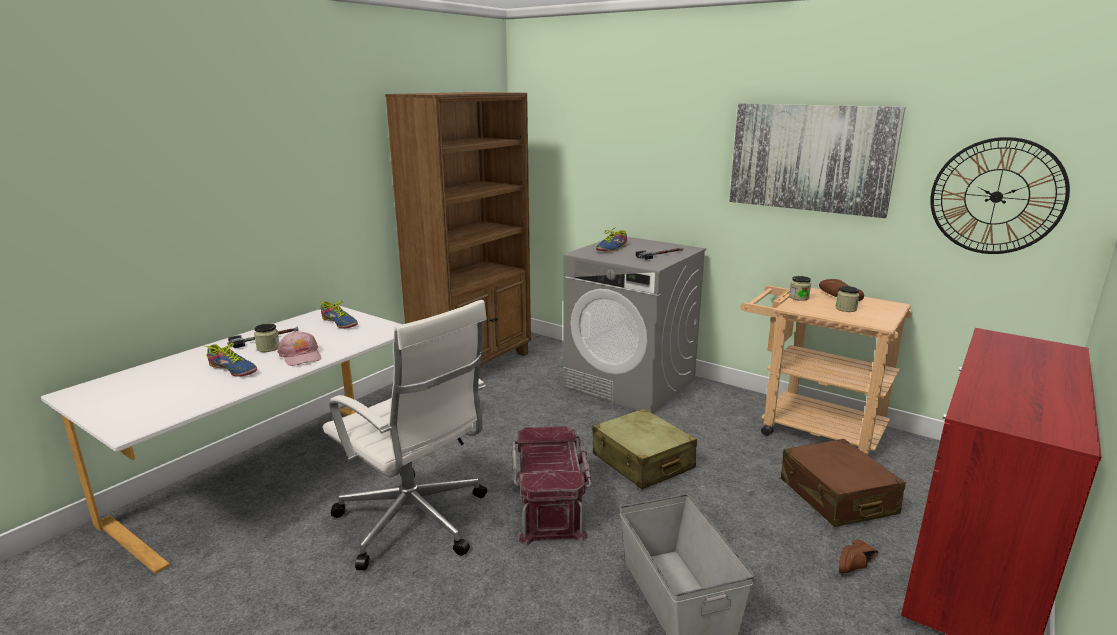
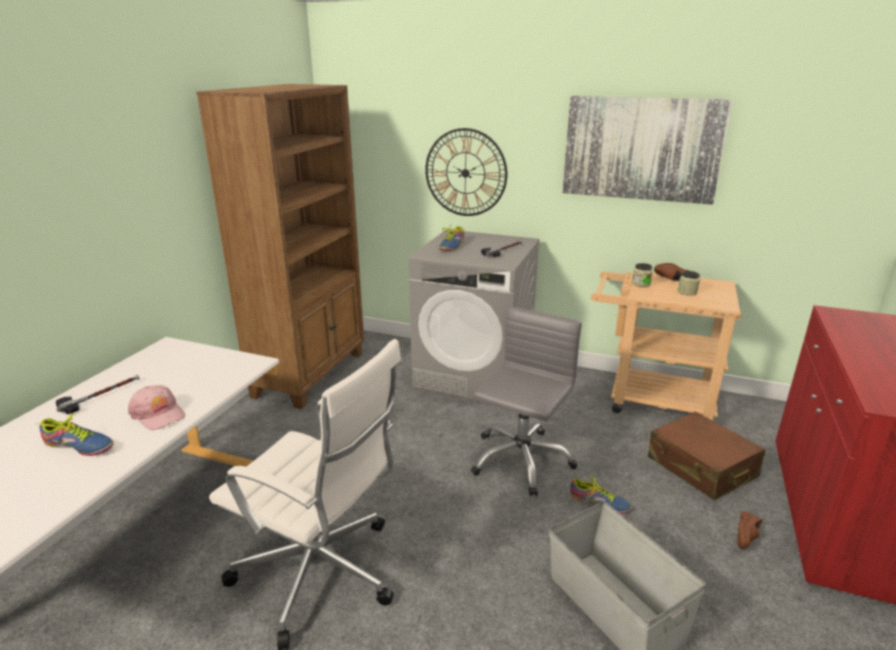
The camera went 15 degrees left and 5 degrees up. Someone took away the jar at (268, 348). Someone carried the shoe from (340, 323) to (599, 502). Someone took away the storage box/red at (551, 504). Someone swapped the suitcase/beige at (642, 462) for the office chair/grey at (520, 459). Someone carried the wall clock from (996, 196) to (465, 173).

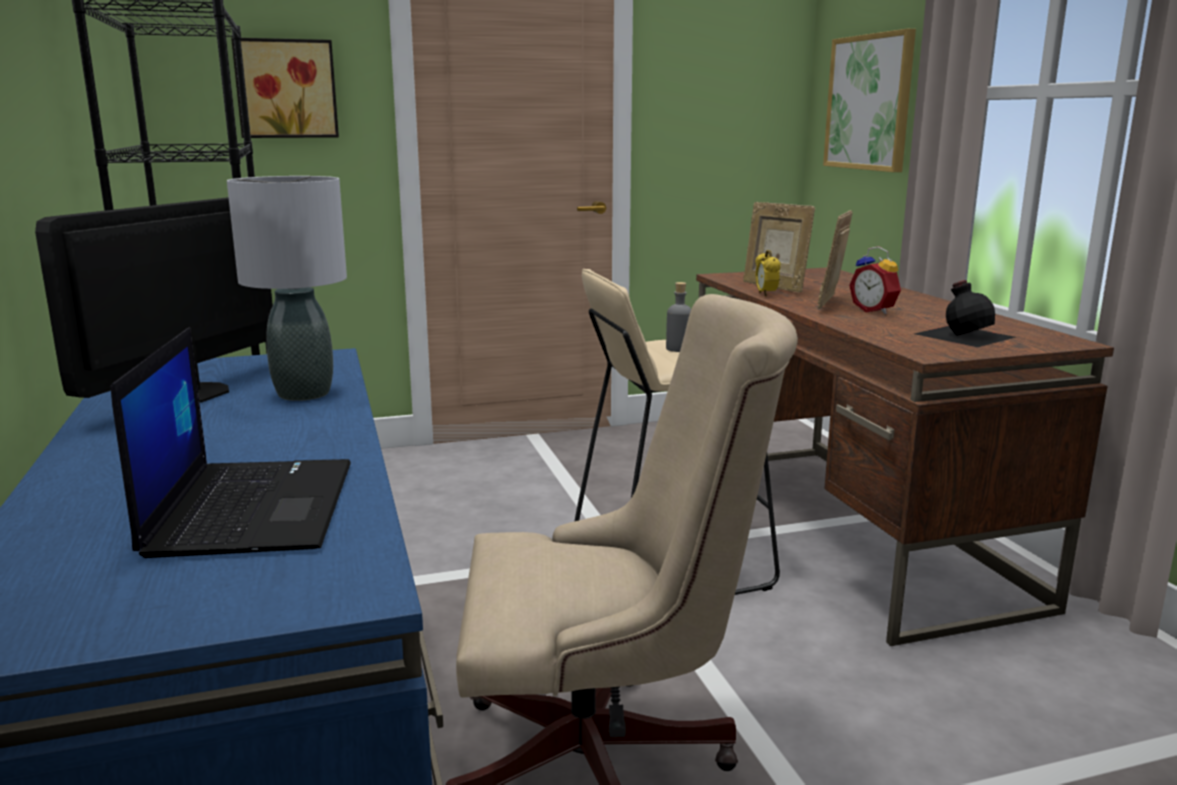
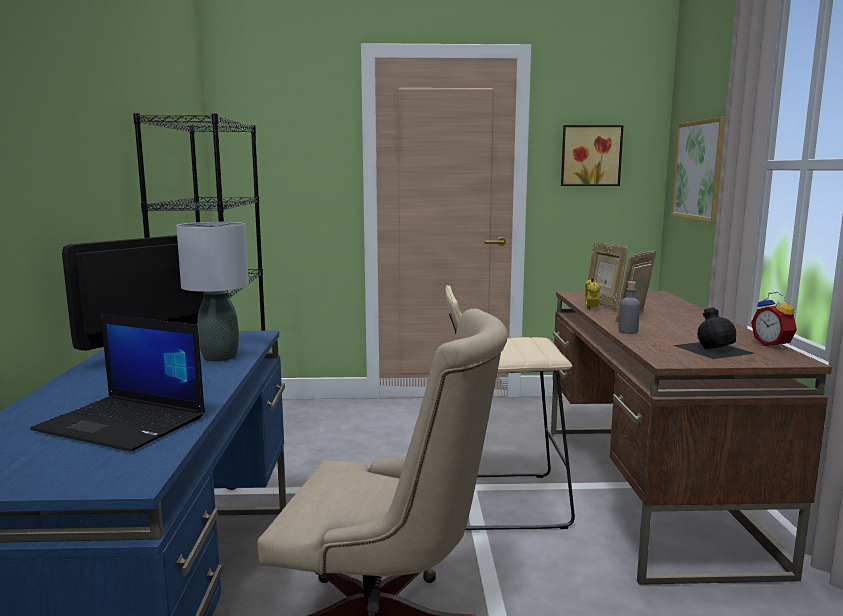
The camera went 15 degrees right and 5 degrees down. Someone rotated the laptop at (251, 506) by 105 degrees clockwise. Someone carried the picture from (286, 89) to (590, 155). Someone carried the bottle/grey from (678, 349) to (628, 331). Someone carried the alarm clock from (875, 311) to (773, 345).

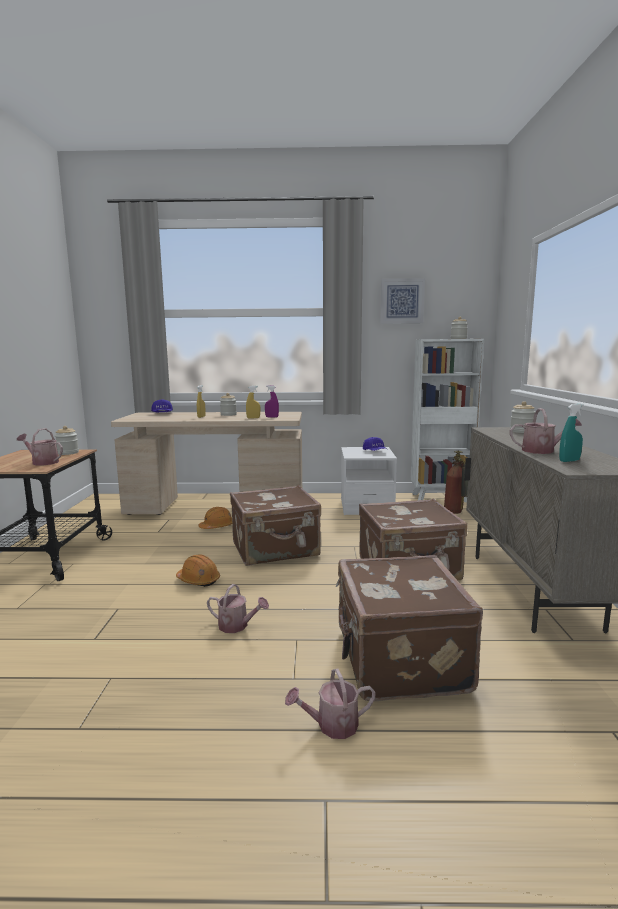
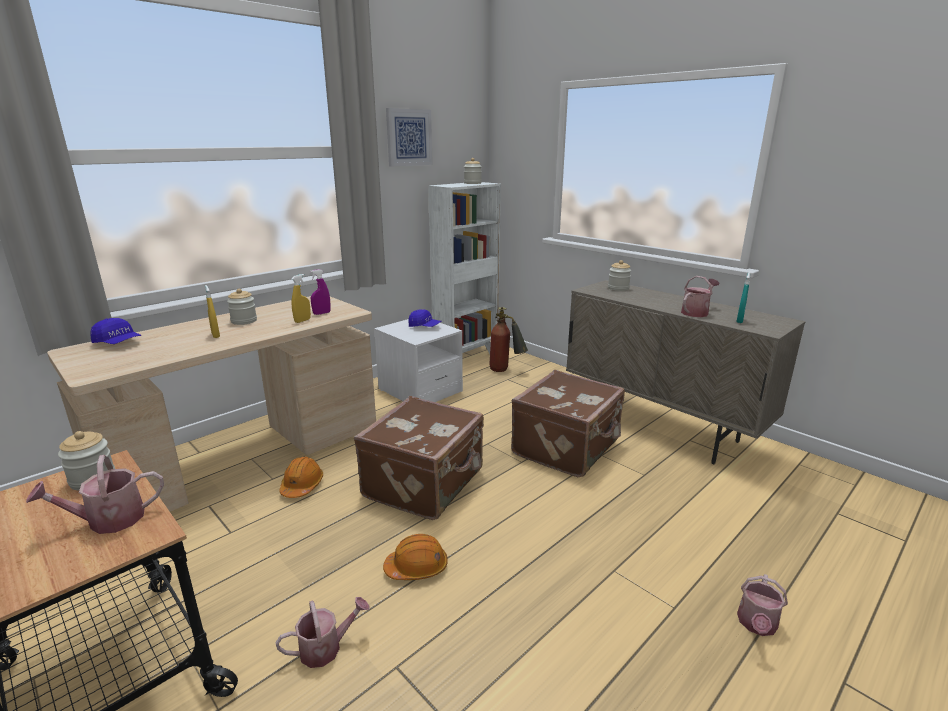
The camera went 45 degrees left and 10 degrees up. Someone carried the watering can from (237, 626) to (326, 647). Someone took away the suitcase/brown at (398, 660).

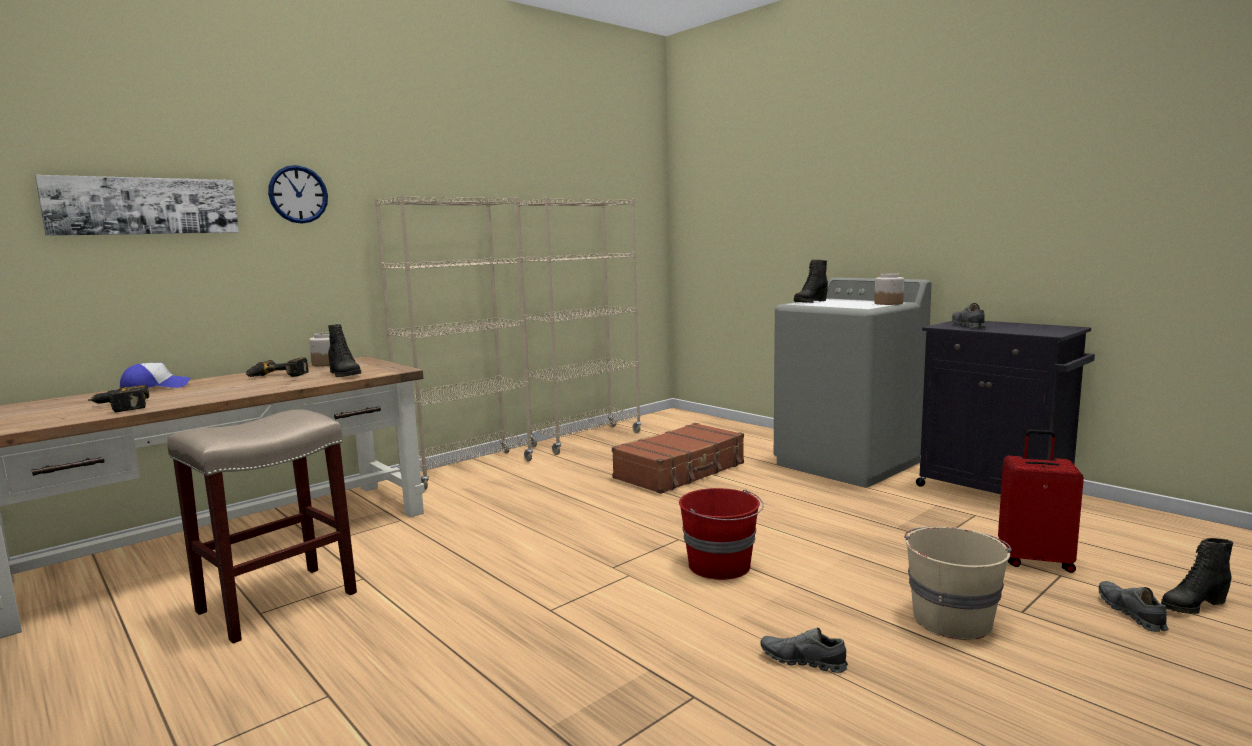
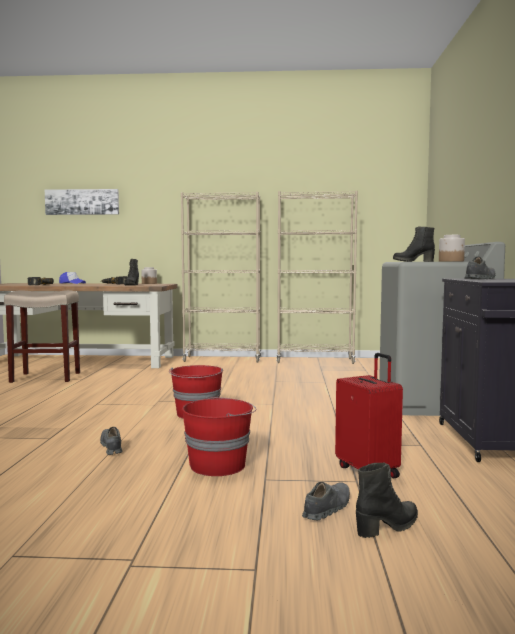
The camera went 45 degrees right and 5 degrees down. Someone took away the wall clock at (298, 194). Someone took away the suitcase/brown at (681, 471). Someone repainted the bucket/beige at (951, 619), which became the bucket/red at (219, 465). Someone rotated the boot/black at (1192, 606) by 120 degrees clockwise.

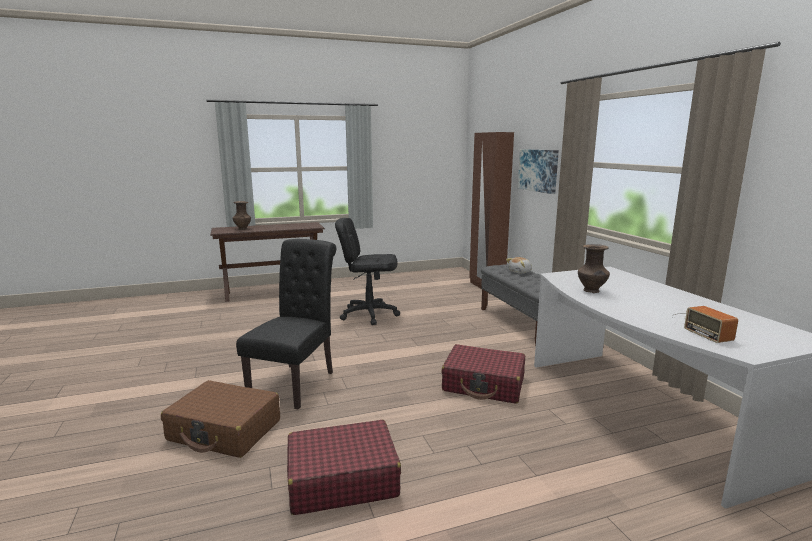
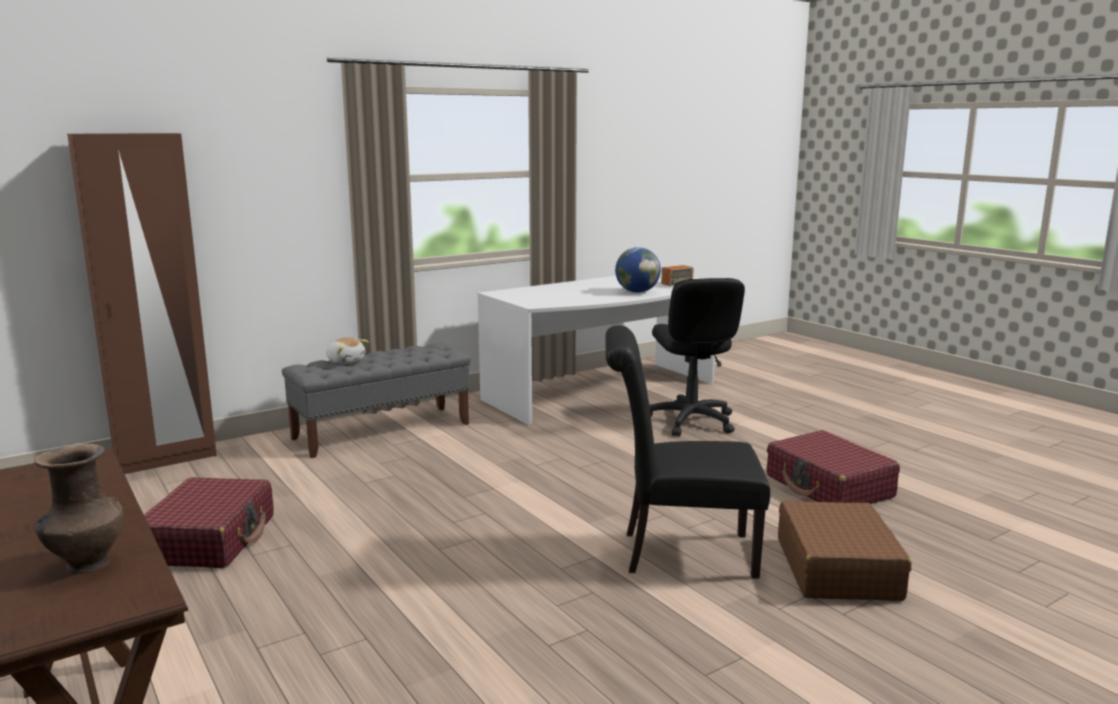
The camera went 105 degrees left and 0 degrees up. Someone carried the office chair/black from (369, 314) to (690, 421). Someone carried the suitcase/red from (484, 384) to (209, 539). Someone took away the picture at (538, 170). Someone took away the vase/brown at (591, 291). Someone put down the globe at (637, 292).

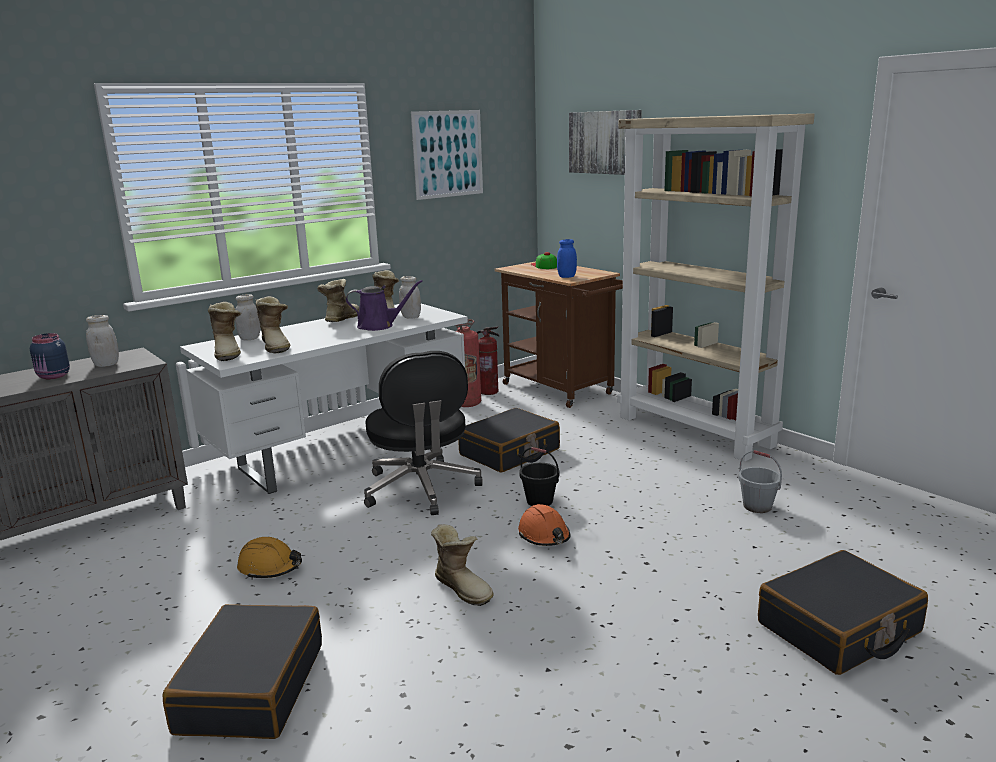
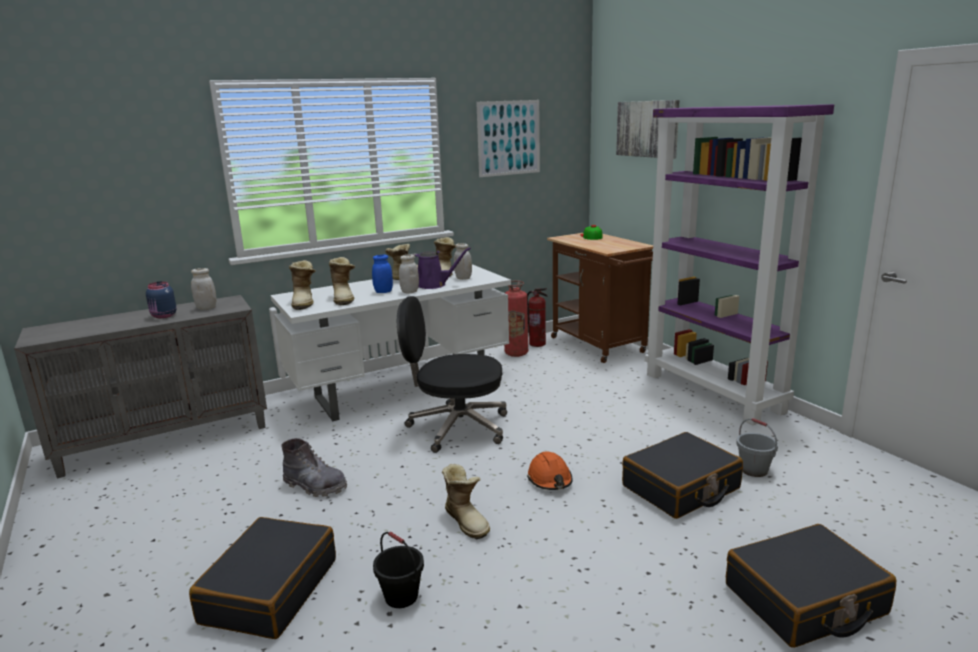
The camera went 10 degrees right and 0 degrees up. Someone carried the jar/white from (250, 338) to (409, 291). Someone swapped the hard hat/orange at (270, 568) for the boot/grey at (315, 486). Someone rotated the office chair/black at (421, 489) by 105 degrees clockwise. Someone carried the suitcase/black from (510, 452) to (681, 488). Someone carried the bucket/black from (539, 501) to (401, 596). Someone carried the jar/blue from (567, 277) to (383, 292). Someone repainted the bookcase/beige at (696, 431), which became the bookcase/purple at (714, 392).

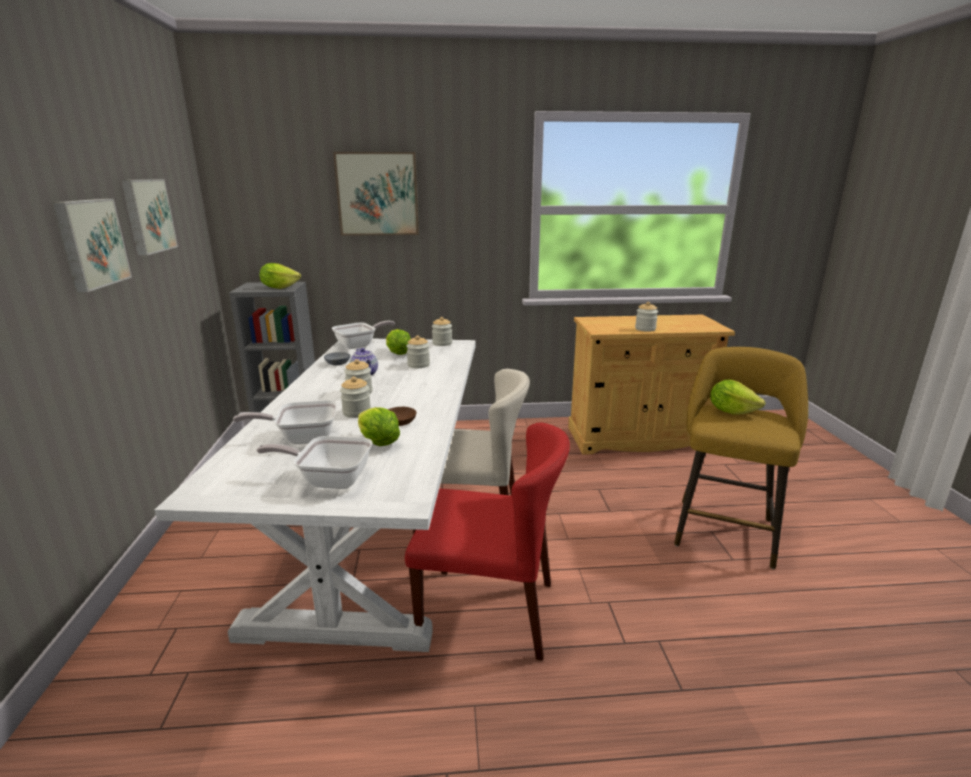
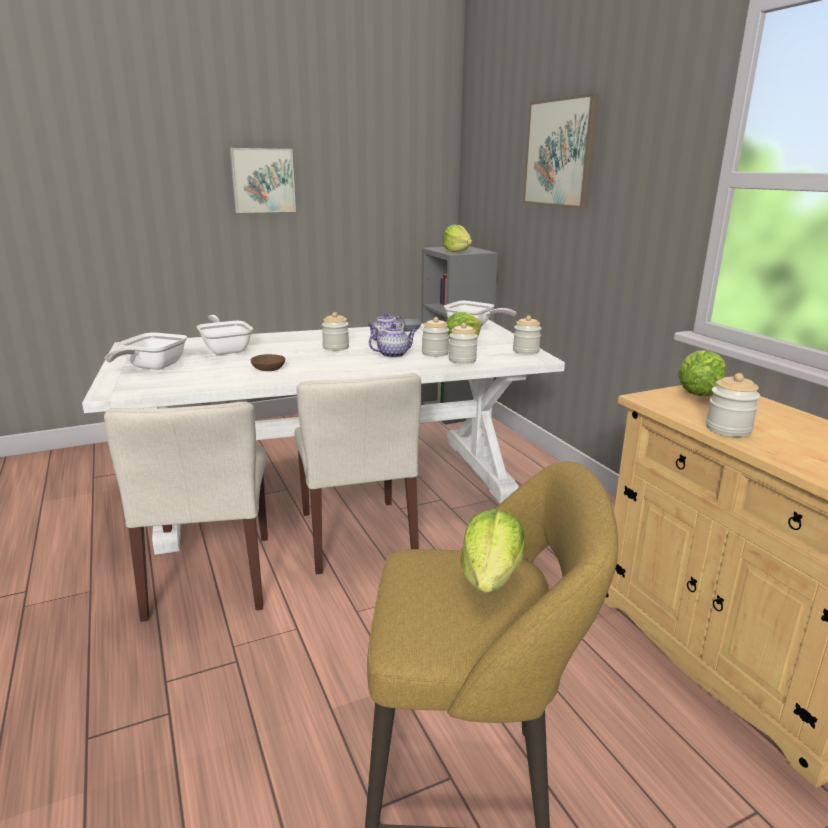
The camera went 70 degrees right and 0 degrees up. Someone took away the picture at (147, 216). Someone rotated the frying pan at (329, 479) by 150 degrees counterclockwise. Someone carried the jar from (356, 412) to (462, 360). Someone carried the lettuce from (378, 443) to (698, 393). Someone repainted the chair/red at (489, 610), which became the chair/beige at (211, 576). Someone put down the teapot at (393, 354).

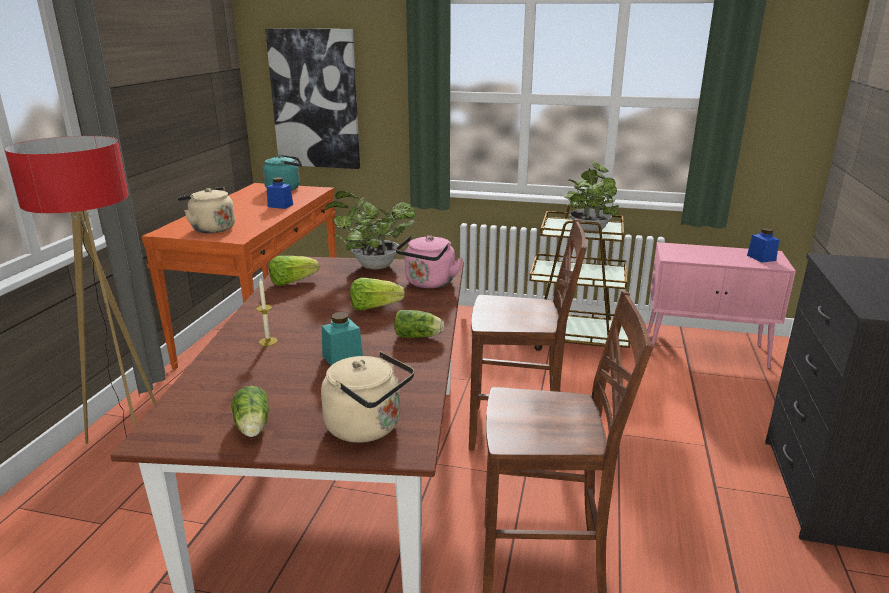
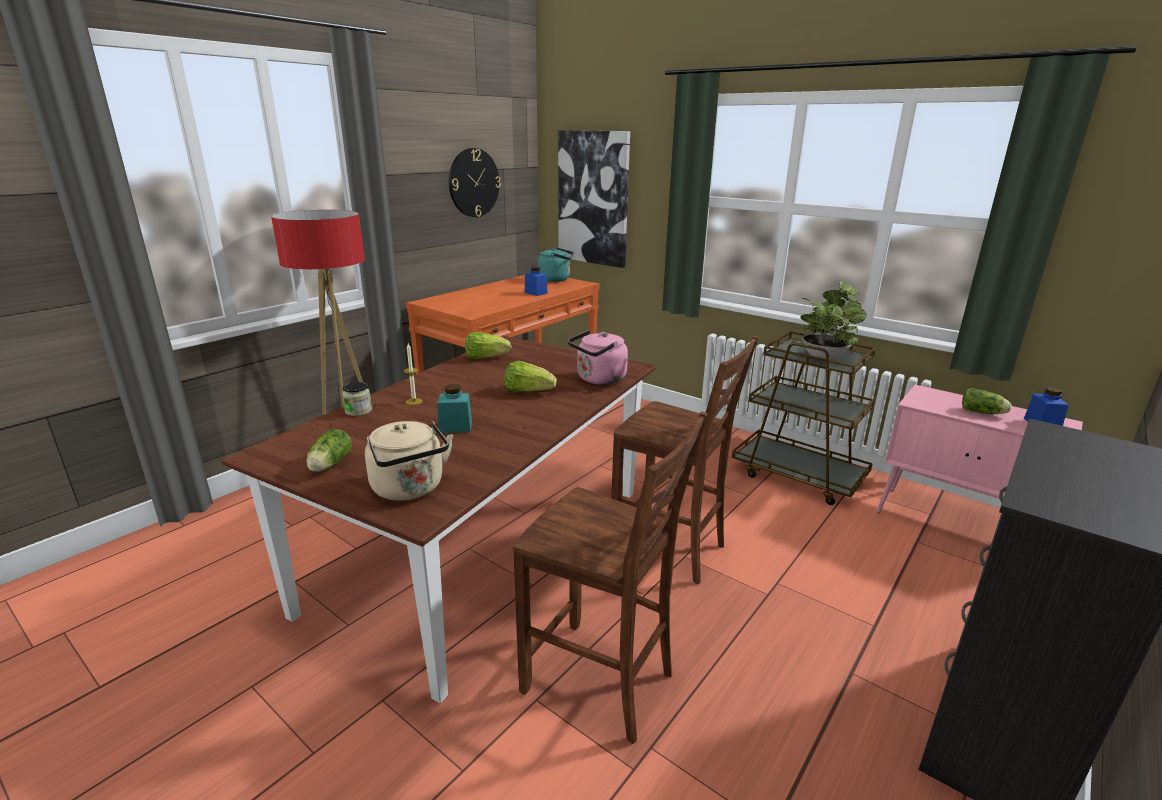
The camera went 25 degrees right and 0 degrees up. Someone took away the kettle/beige at (211, 228). Someone took away the potted plant at (372, 265). Someone carried the lettuce from (419, 336) to (983, 413). Someone put down the jar at (358, 411). Someone put up the wall clock at (473, 183).

